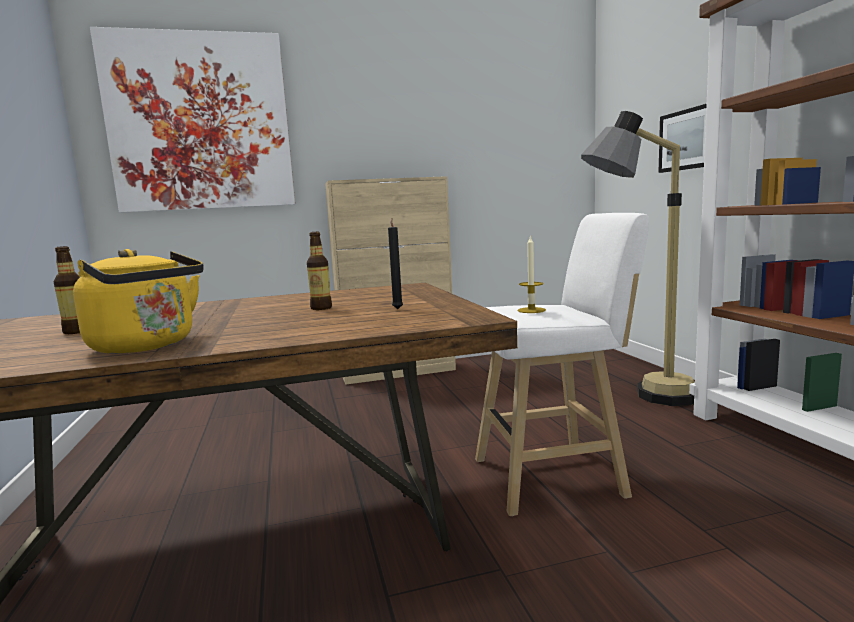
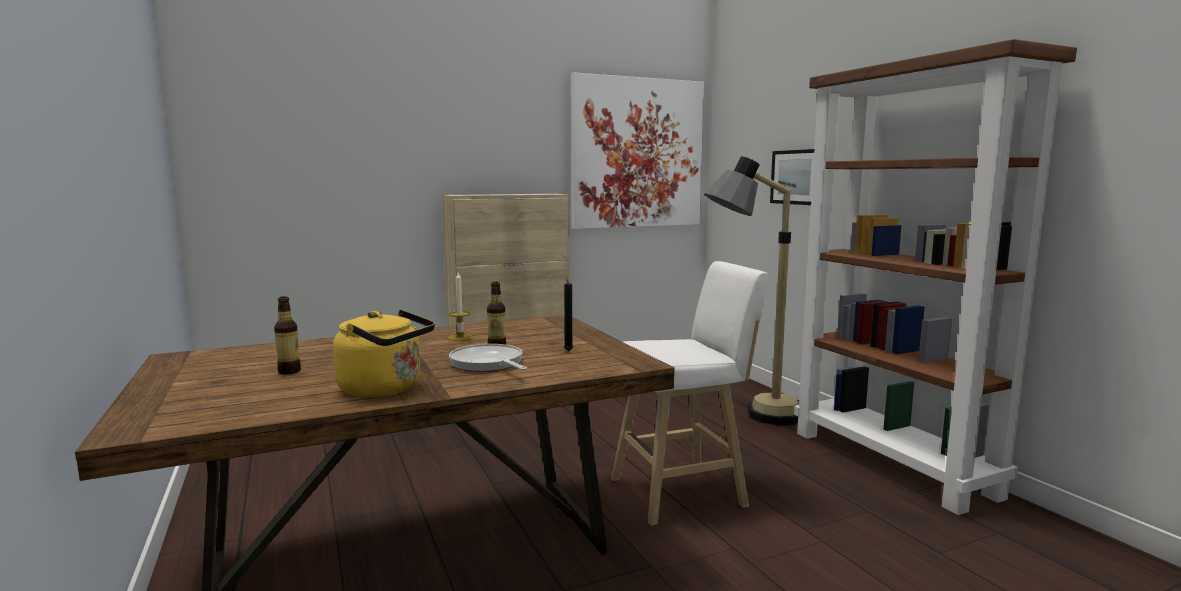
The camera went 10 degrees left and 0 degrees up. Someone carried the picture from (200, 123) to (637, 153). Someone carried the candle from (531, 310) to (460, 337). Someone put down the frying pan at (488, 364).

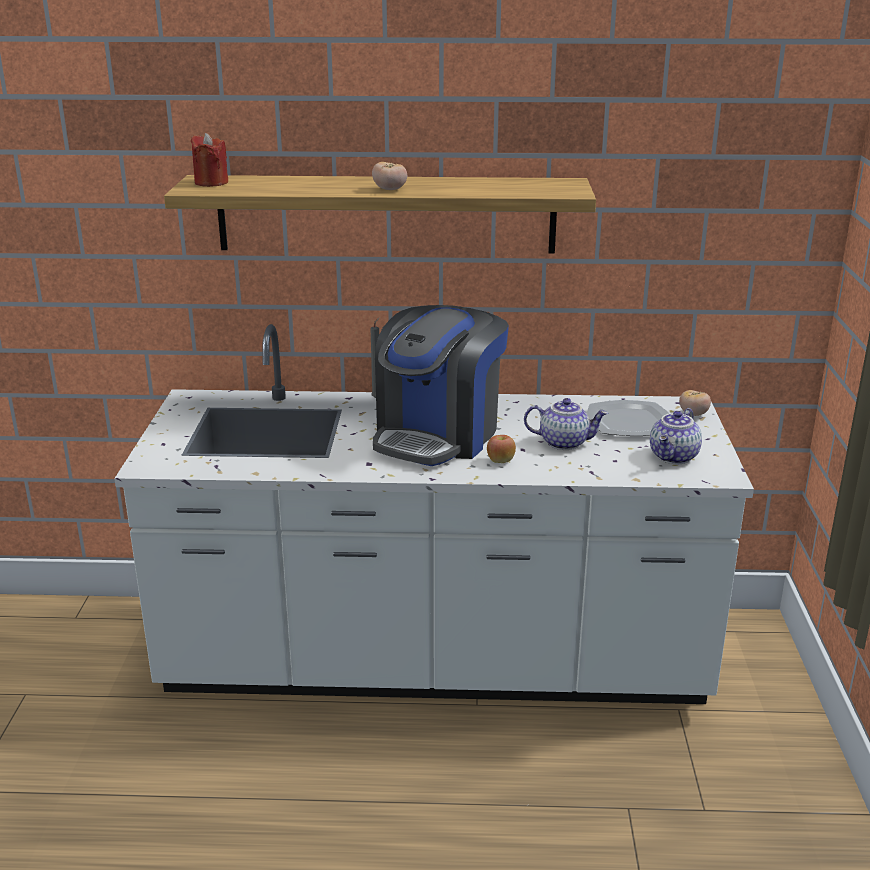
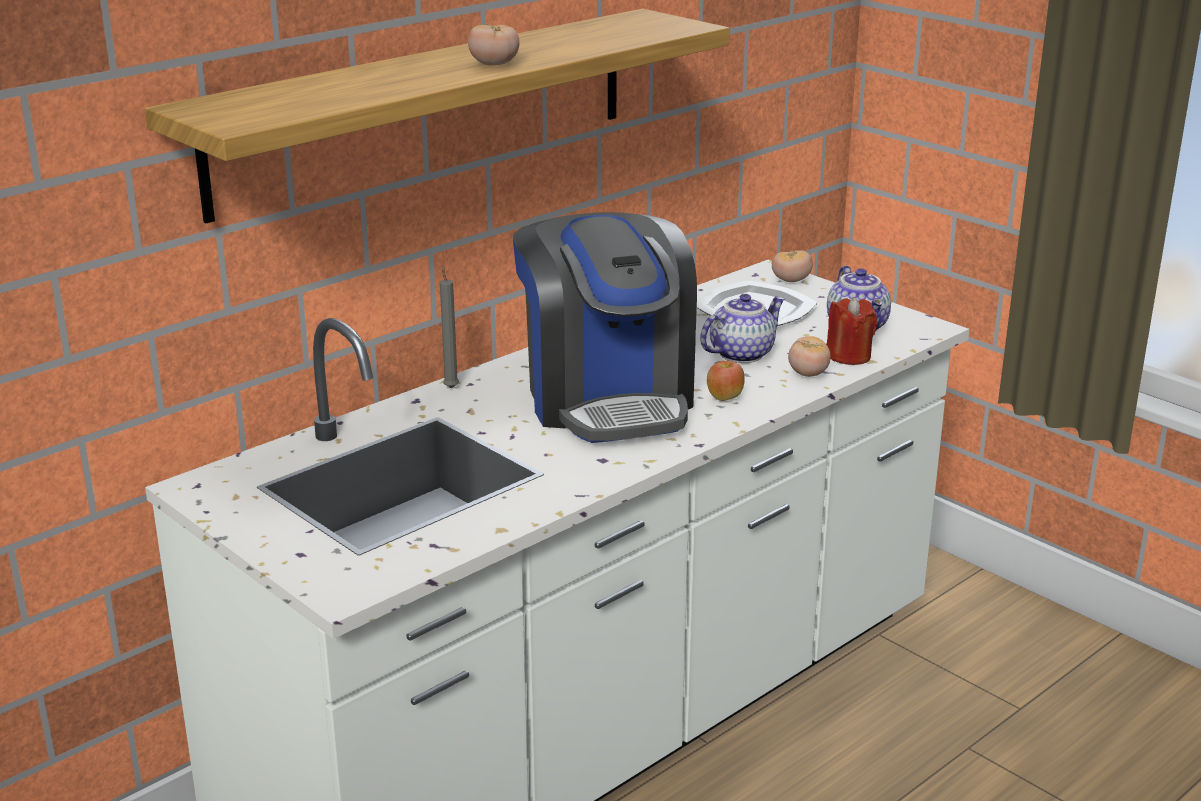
The camera went 45 degrees left and 0 degrees up. Someone carried the candle/red from (211, 183) to (848, 356). Someone put down the tomato at (808, 374).

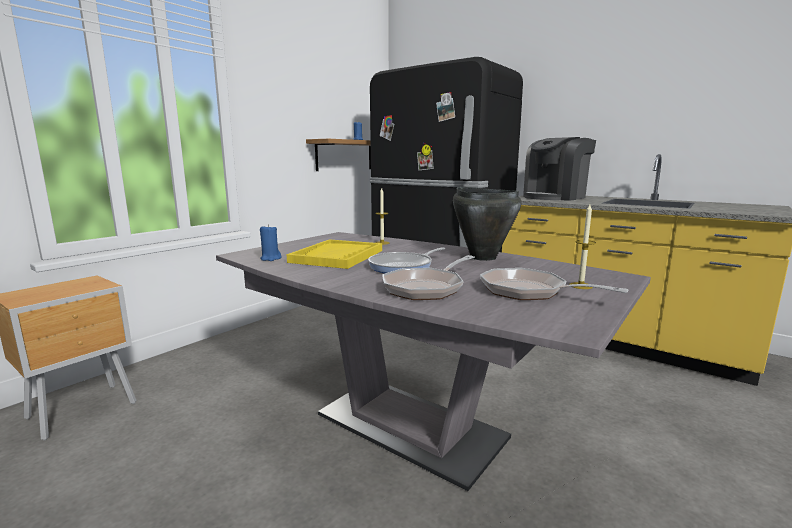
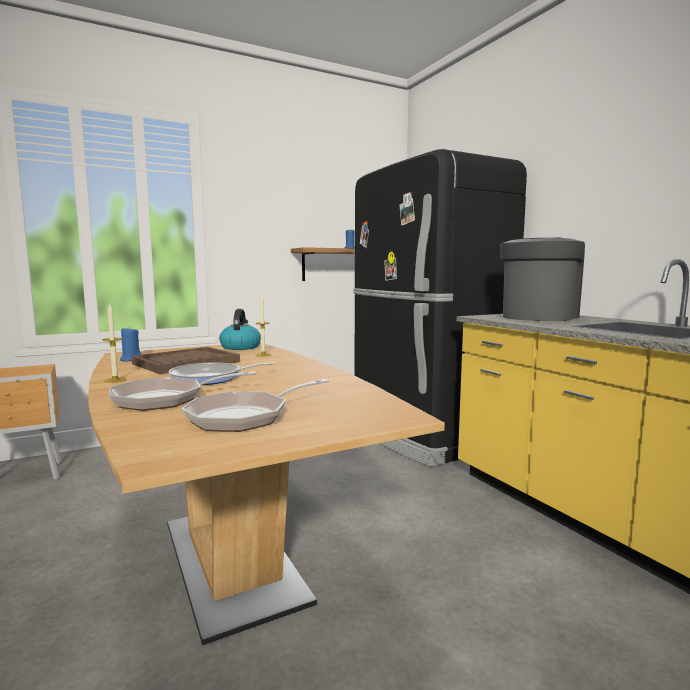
The camera went 25 degrees right and 5 degrees down. Someone repainted the dining table/grey at (410, 426), which became the dining table/brown at (232, 560). Someone repainted the tray/yellow at (337, 256), which became the tray/brown at (186, 363). Someone took away the cooking pot/black at (483, 257). Someone rotated the frying pan at (529, 291) by 105 degrees counterclockwise. Someone rotated the coffee machine at (555, 197) by 135 degrees clockwise. Someone carried the candle from (580, 286) to (115, 380). Someone put down the kettle at (240, 347).

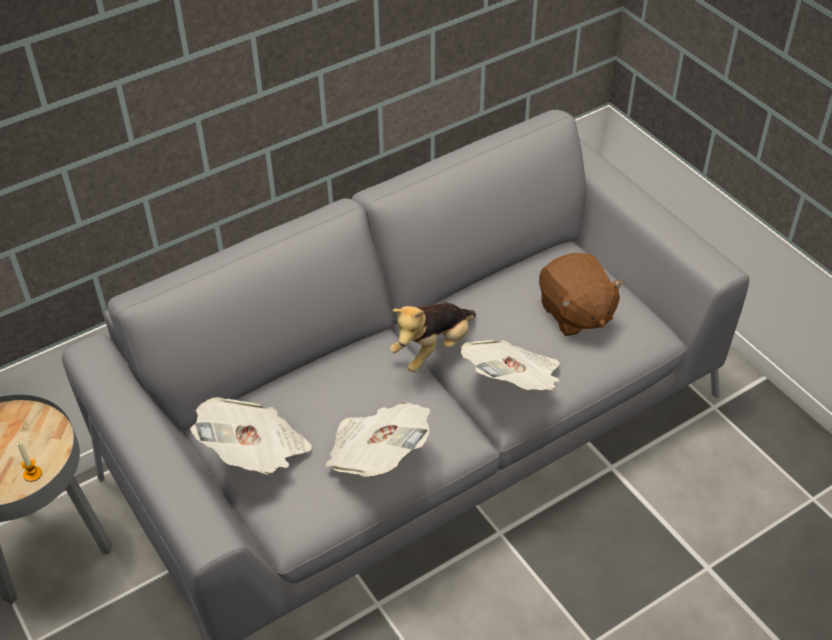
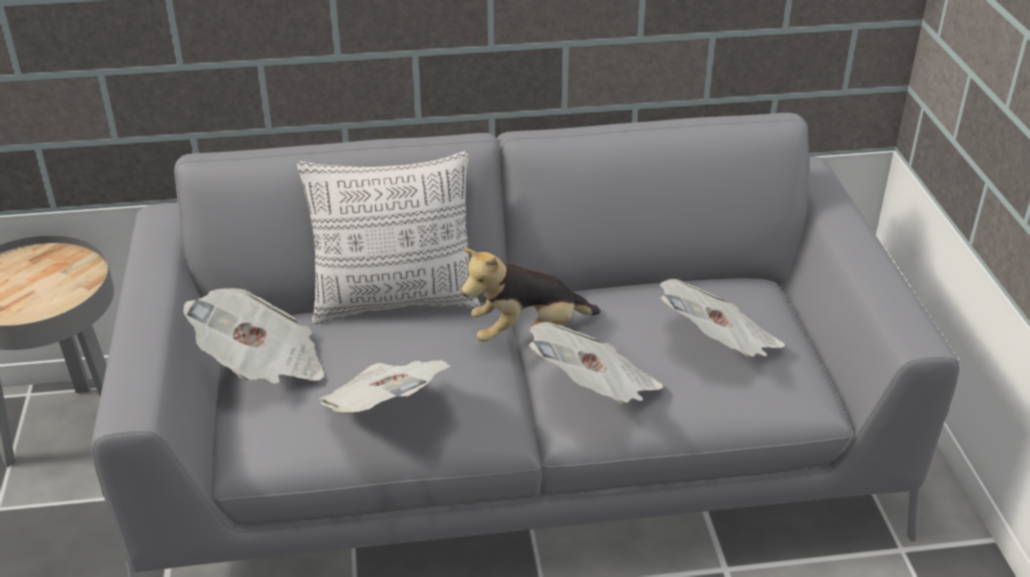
The camera went 25 degrees right and 10 degrees down. Someone took away the candle at (32, 474). Someone swapped the plush toy/brown at (575, 313) for the newspaper at (719, 346). Someone put down the pillow at (395, 302).

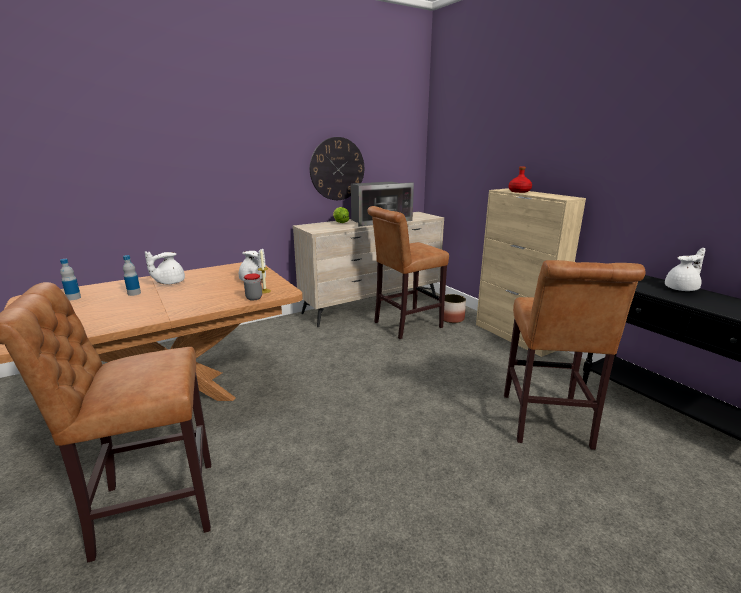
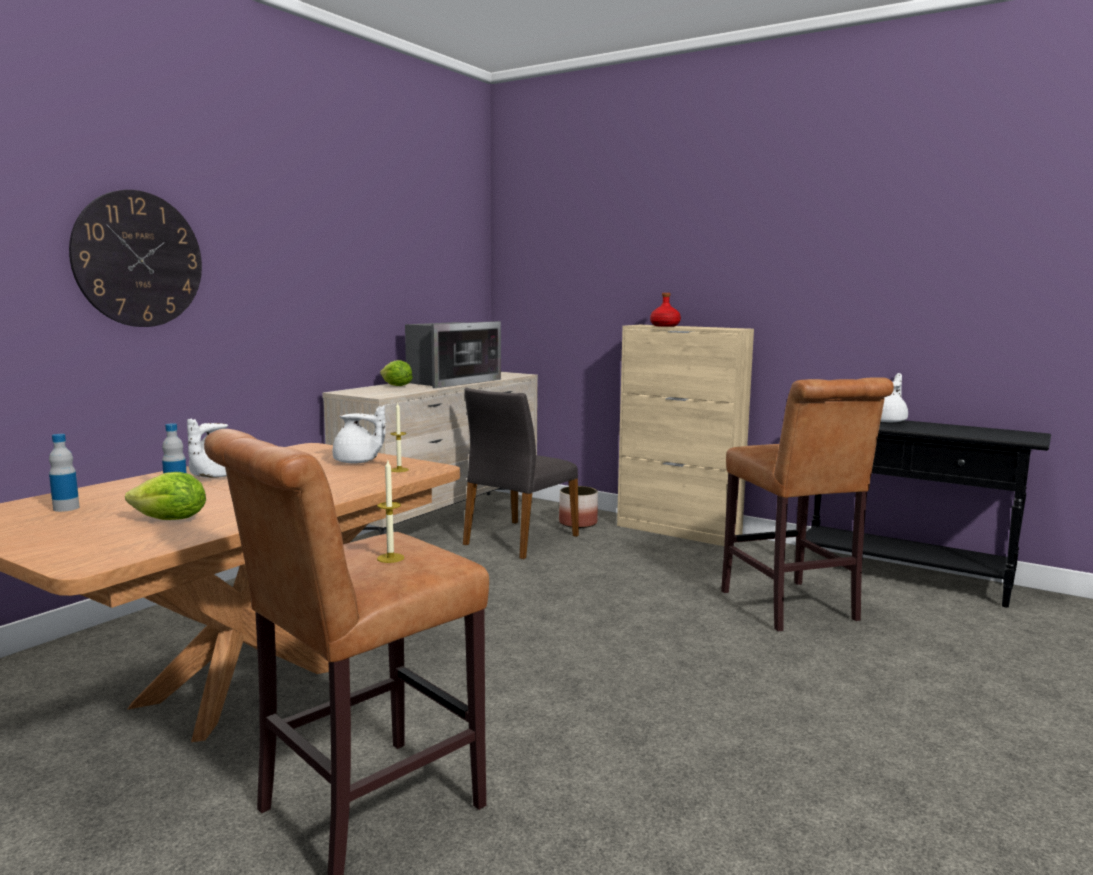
The camera went 25 degrees left and 10 degrees down. Someone took away the jar at (254, 298). Someone carried the wall clock from (337, 169) to (138, 259). Someone swapped the stool/brown at (404, 325) for the chair/grey at (519, 540). Someone put down the lettuce at (171, 520). Someone put down the candle at (390, 558).

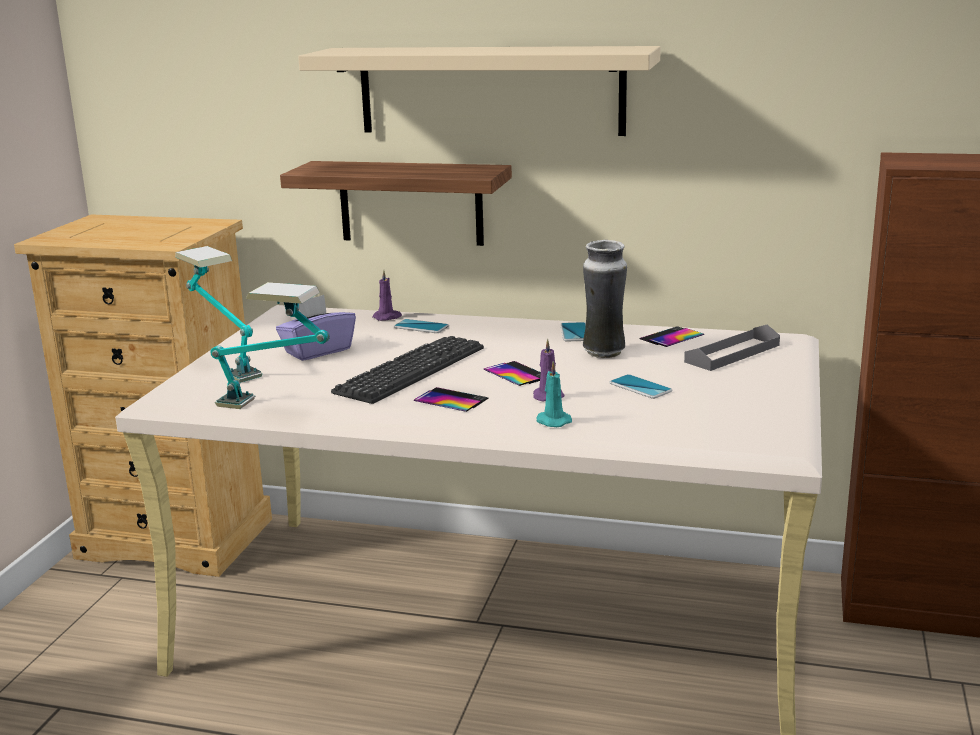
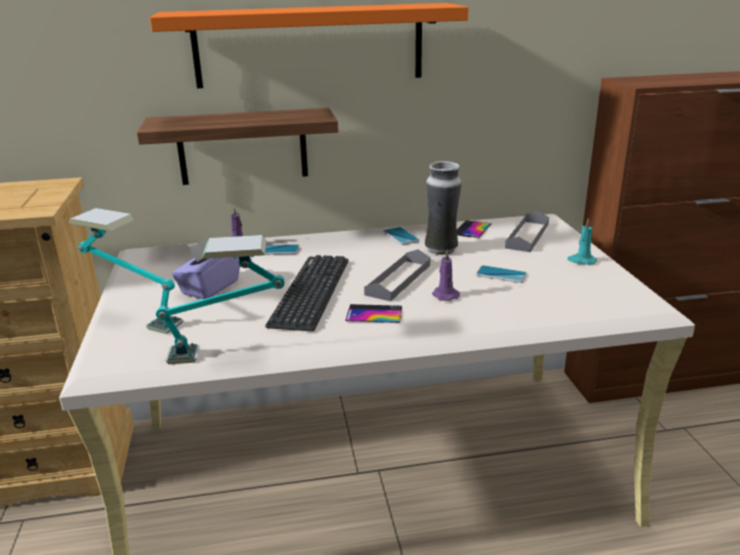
The camera went 25 degrees left and 5 degrees up. Someone repainted the shelf/beige at (490, 90), which became the shelf/orange at (309, 45). Someone swapped the phone at (516, 374) for the tray/grey at (398, 279). Someone carried the candle/turquoise from (552, 421) to (581, 260).

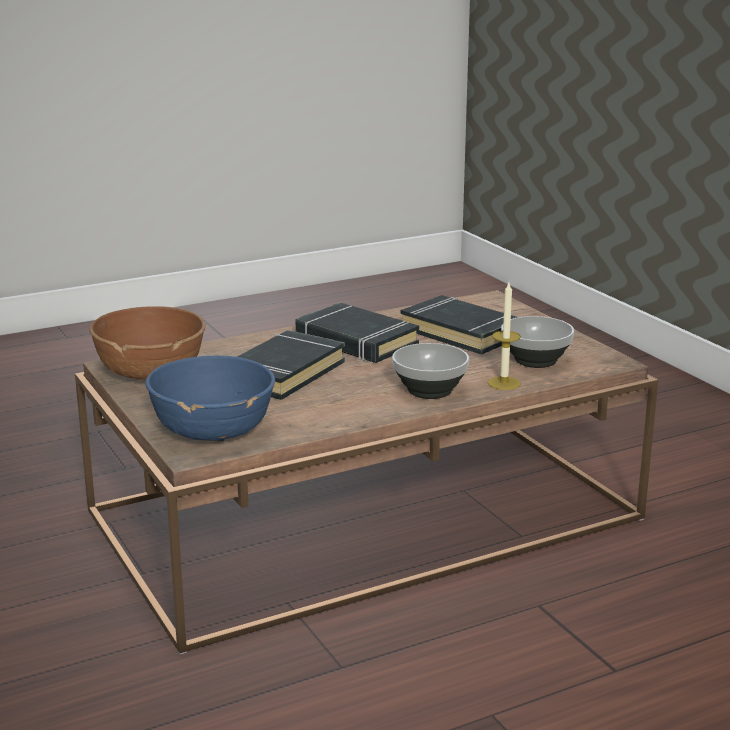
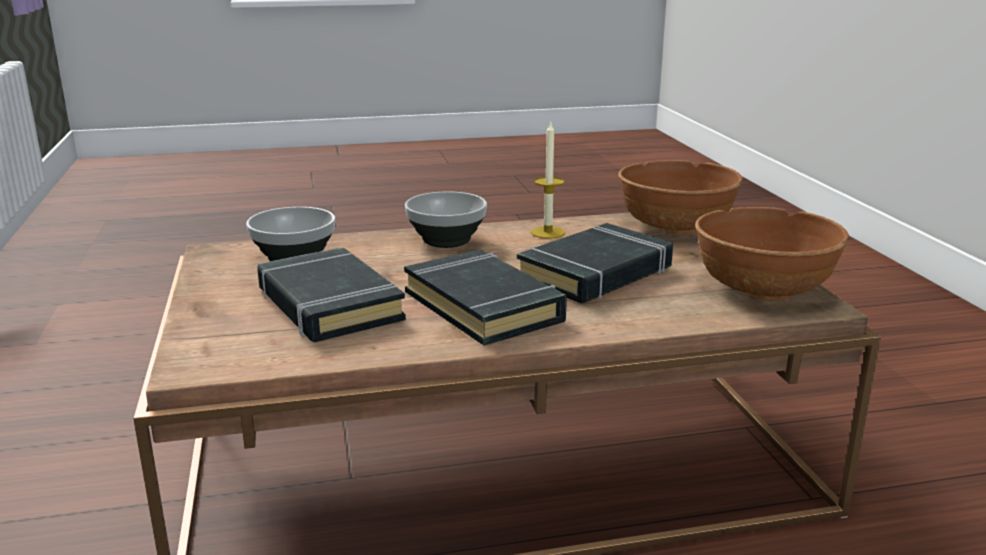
The camera went 165 degrees left and 0 degrees up. Someone repainted the bowl/blue at (213, 431), which became the bowl/brown at (675, 227). Someone carried the candle from (504, 383) to (548, 232).

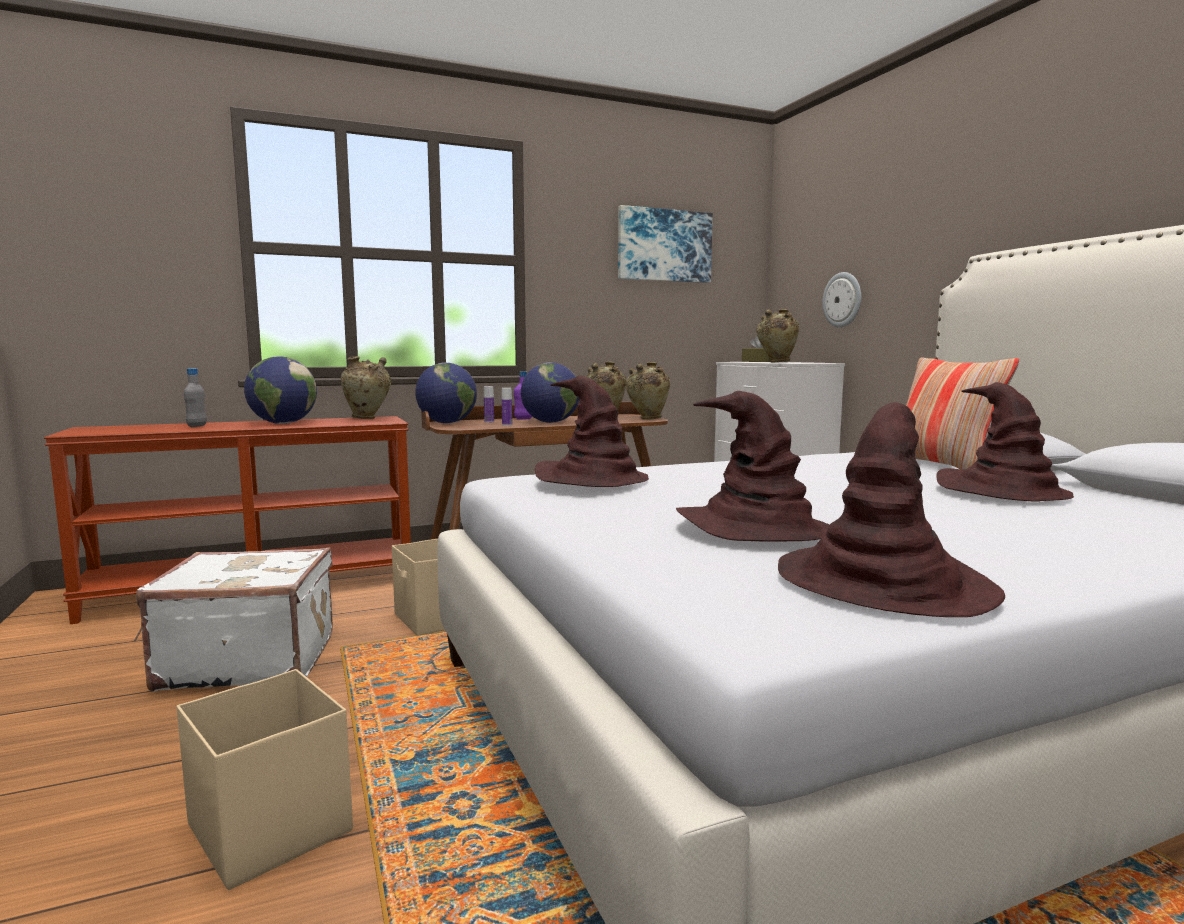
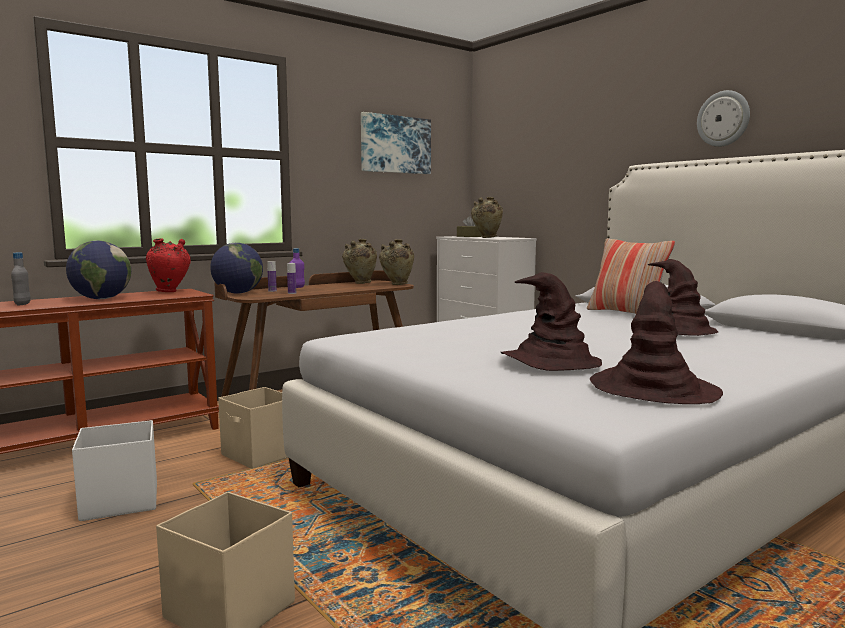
The camera went 15 degrees left and 0 degrees up. Someone swapped the suitcase/white at (250, 660) for the storage box/white at (119, 502). Someone repainted the vase/beige at (367, 418), which became the vase/red at (170, 291). Someone took away the globe at (550, 422). Someone took away the hat/brown at (593, 479). Someone carried the wall clock from (843, 300) to (723, 118).

